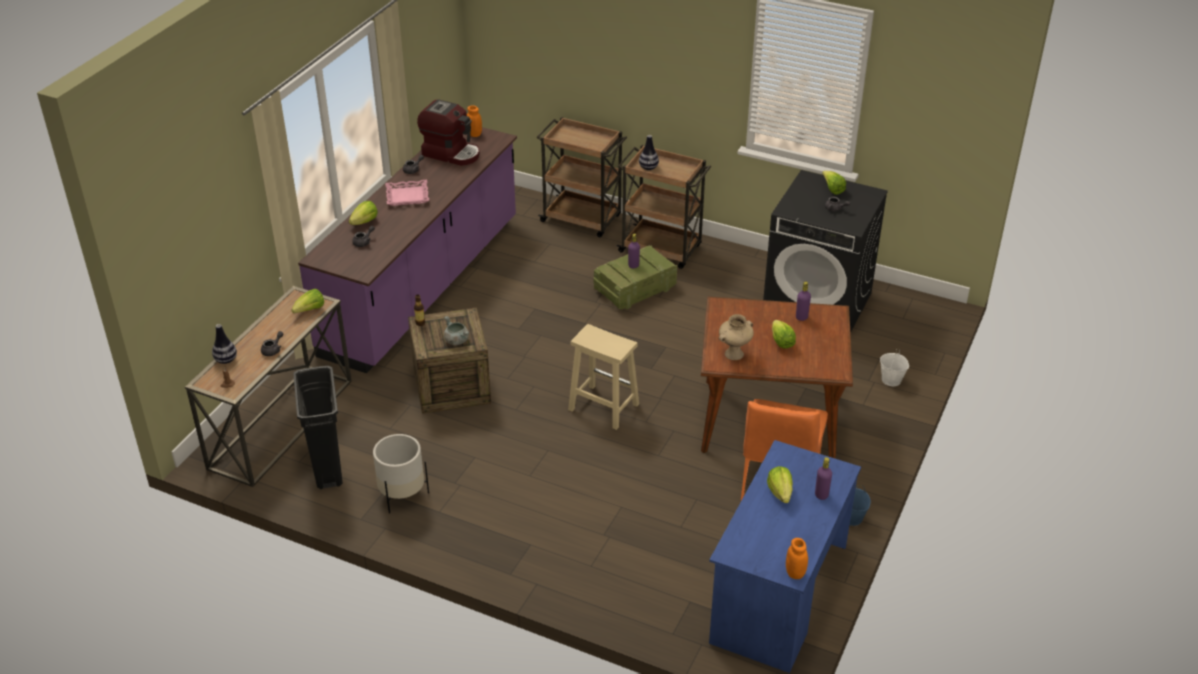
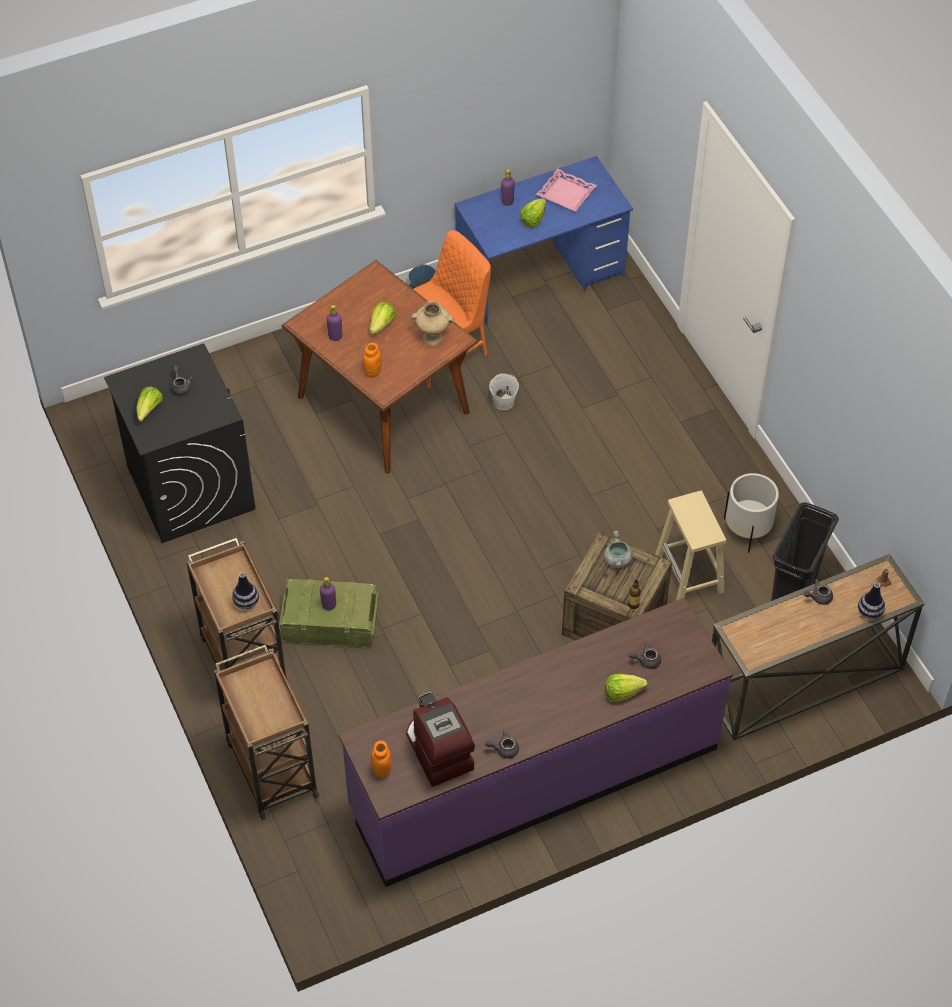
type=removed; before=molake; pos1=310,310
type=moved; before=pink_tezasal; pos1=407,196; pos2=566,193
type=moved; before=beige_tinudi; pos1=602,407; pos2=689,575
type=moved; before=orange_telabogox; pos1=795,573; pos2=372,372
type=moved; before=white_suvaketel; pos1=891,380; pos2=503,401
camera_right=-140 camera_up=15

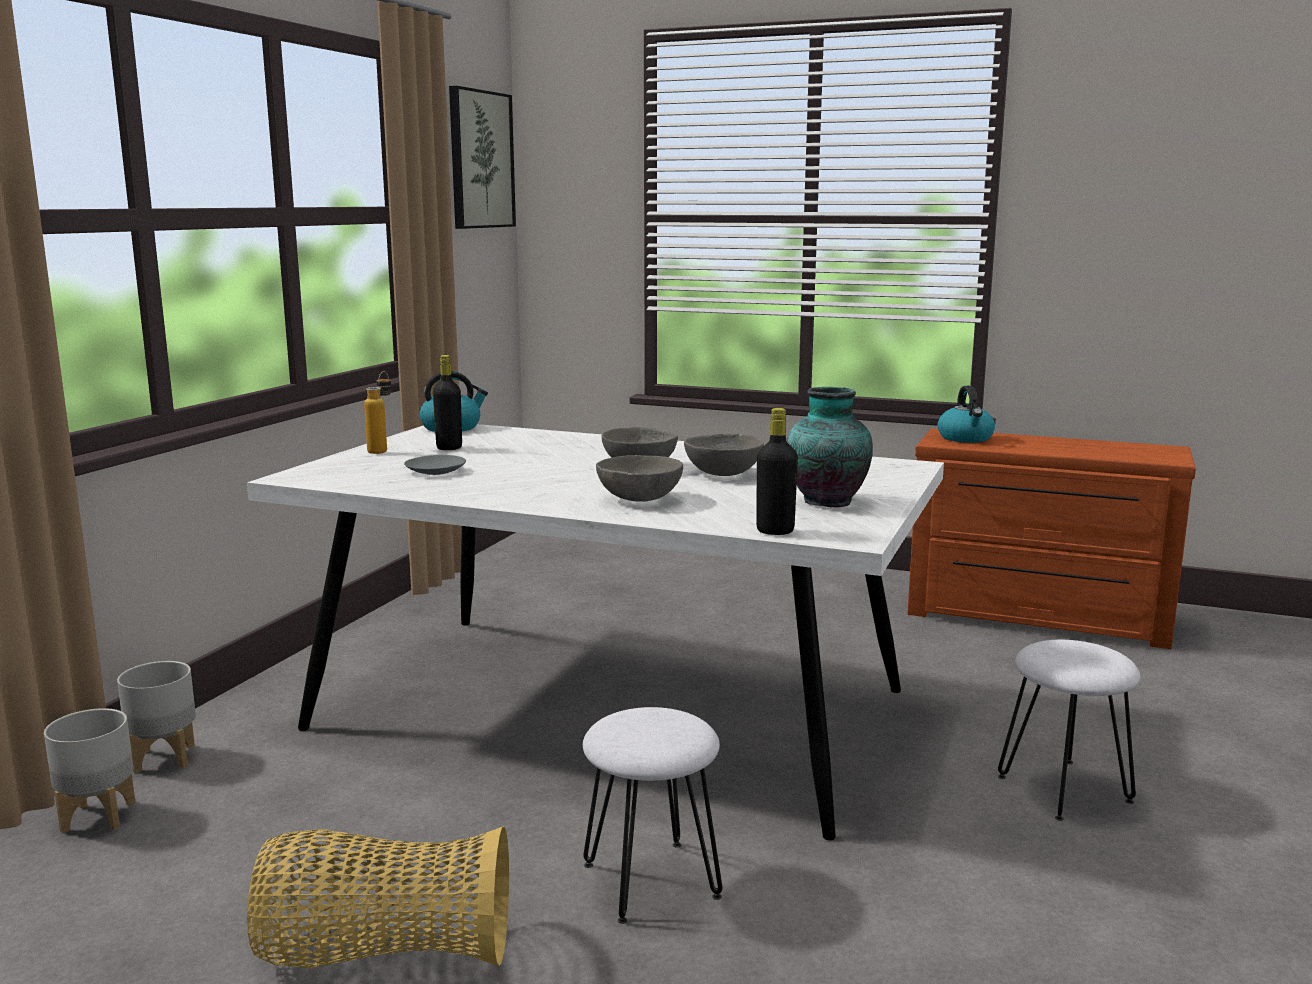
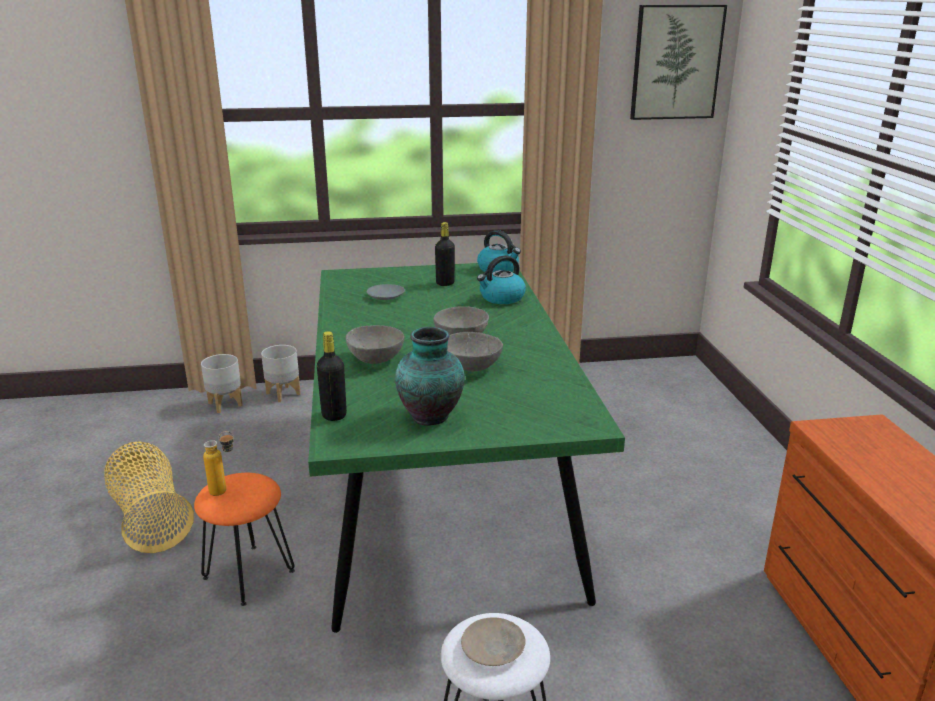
type=recoloured; before=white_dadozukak; after=green_dadozukak; pos1=613,709; pos2=442,490
type=moved; before=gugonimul; pos1=382,450; pos2=225,491
type=recoloured; before=white_tinudi; after=orange_tinudi; pos1=649,881; pos2=248,574
type=moved; before=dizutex; pos1=966,438; pos2=501,298
type=added; after=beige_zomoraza; pos2=494,648
camera_right=60 camera_up=10

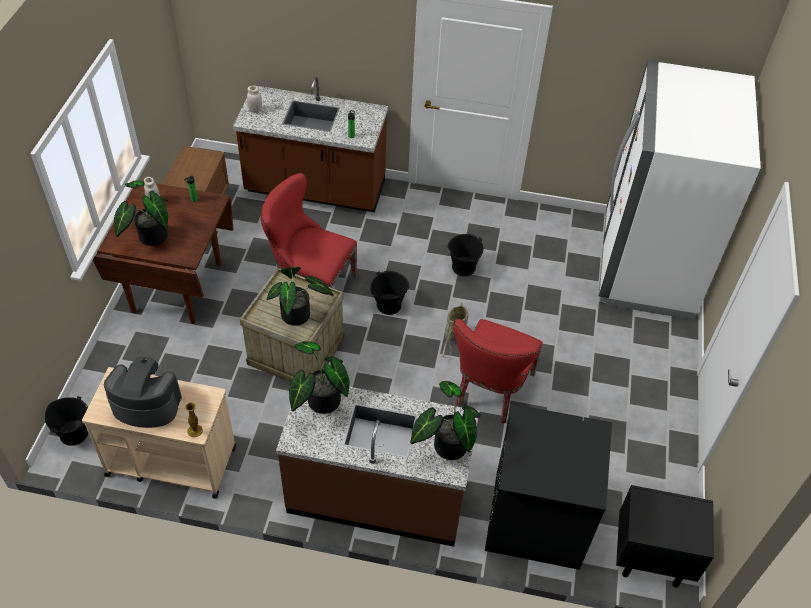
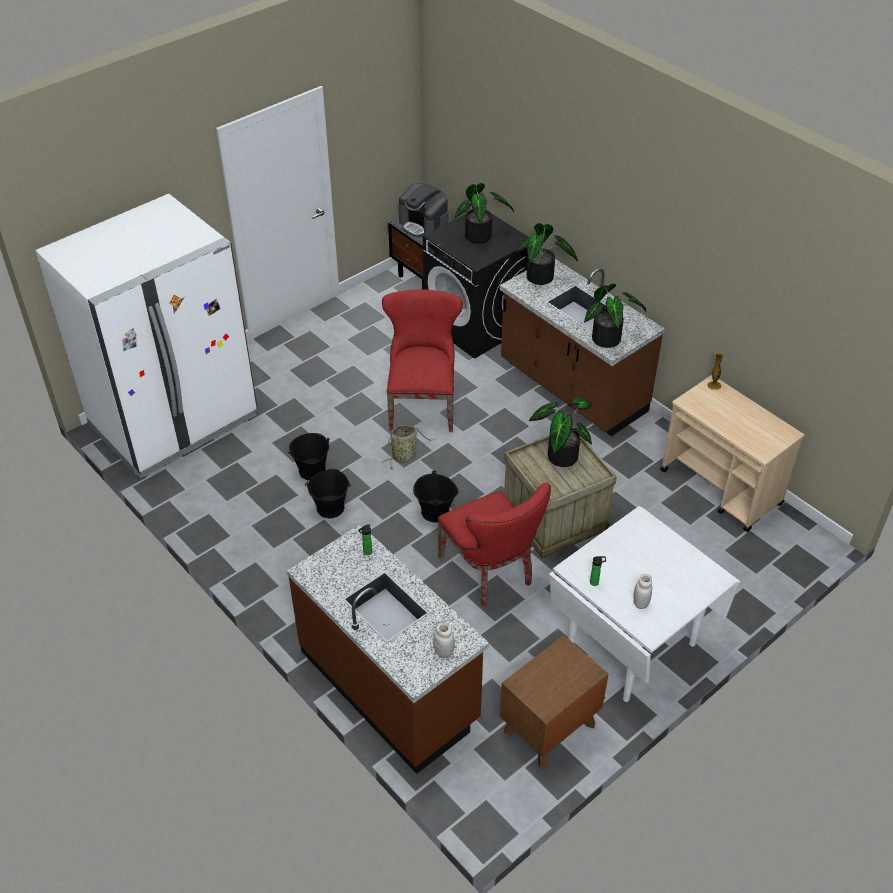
type=moved; before=black_suvaketel; pos1=74,433; pos2=311,470
type=recoloured; before=brown_dadozukak; after=white_dadozukak; pos1=178,287; pos2=630,646
type=moved; before=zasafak; pos1=146,404; pos2=424,225
type=moved; before=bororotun; pos1=149,237; pos2=481,237
type=turned; before=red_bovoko; pos1=490,392; pos2=422,404; turn=-60
camera_right=-140 camera_up=-5

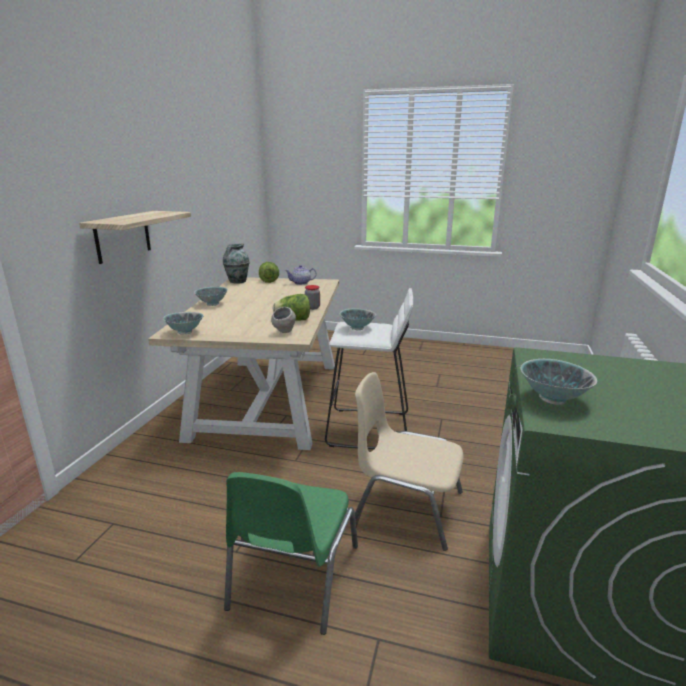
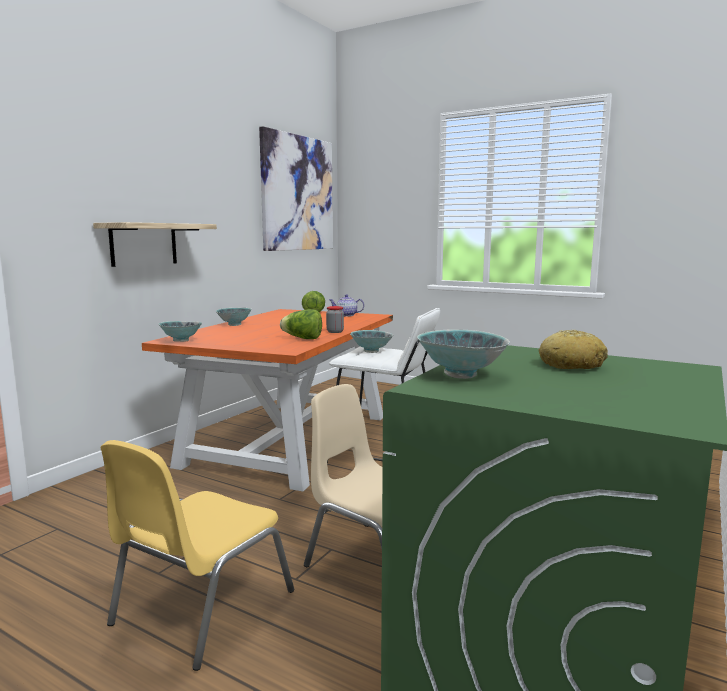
type=recoloured; before=beige_dadozukak; after=orange_dadozukak; pos1=268,398; pos2=289,440
type=removed; before=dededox; pos1=237,281
type=recoloured; before=green_bovoko; after=yellow_bovoko; pos1=292,577; pos2=200,608
type=removed; before=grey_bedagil; pos1=284,332
type=added; after=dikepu; pos2=297,193
type=added; after=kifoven; pos2=571,365
camera_right=15 camera_up=-10

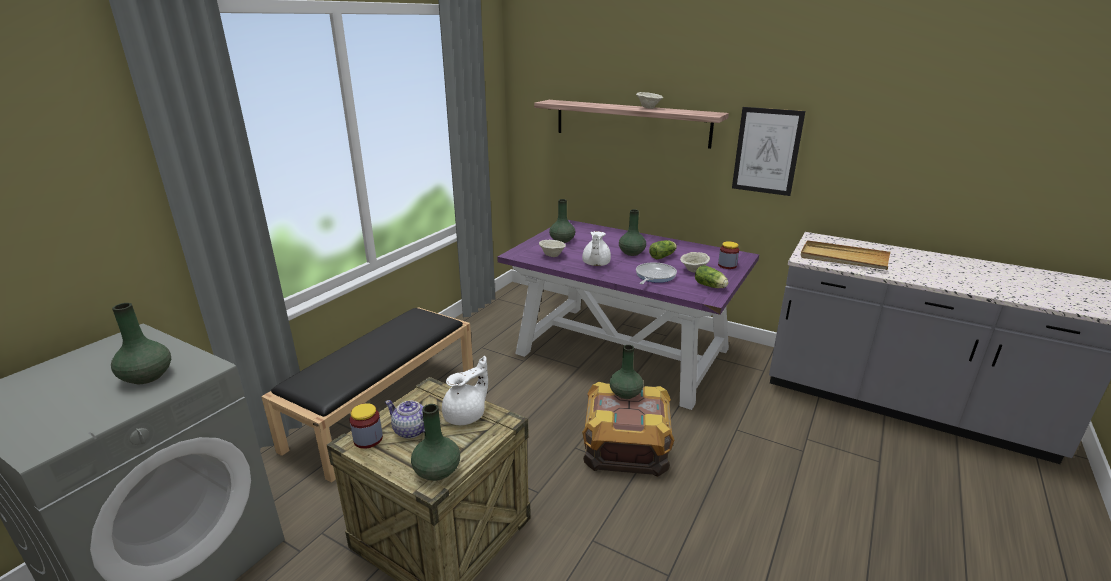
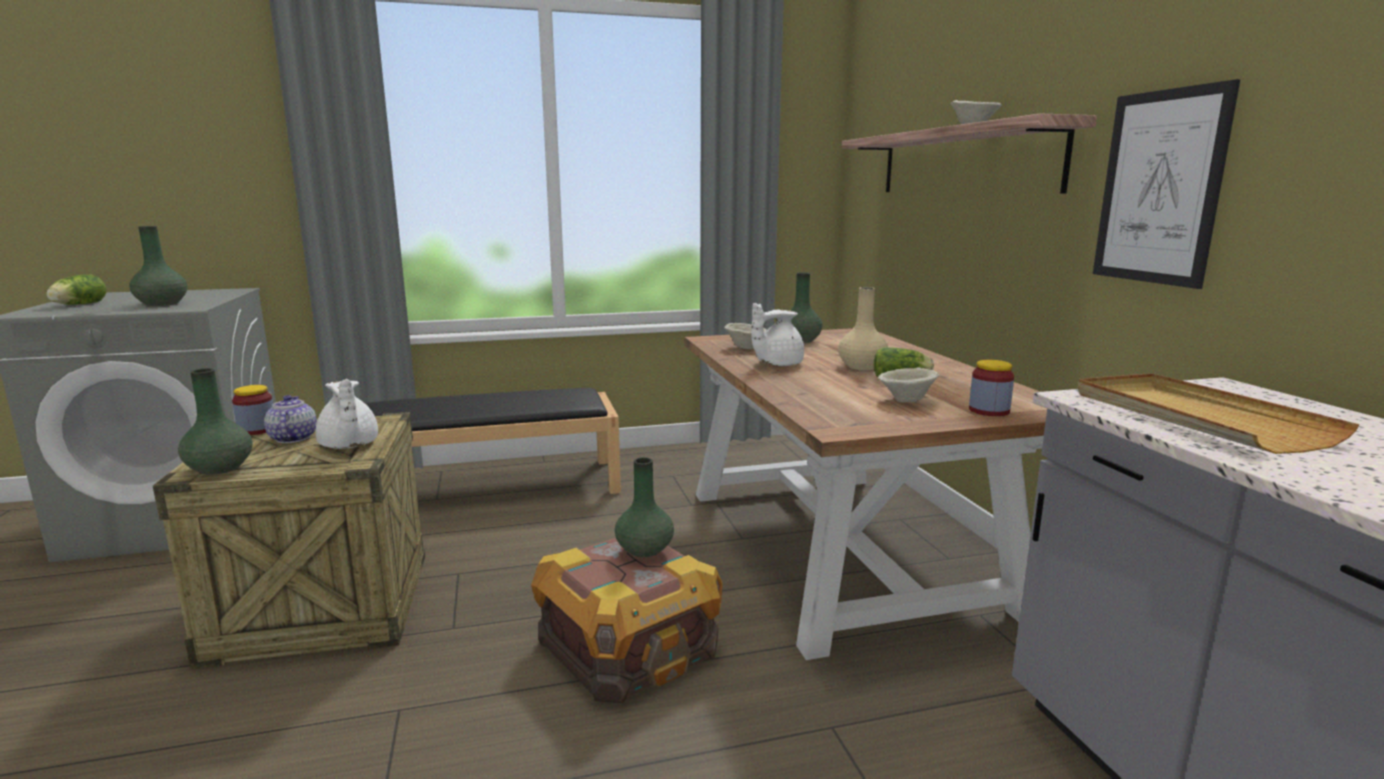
type=turned; before=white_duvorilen; pos1=466,415; pos2=348,446; turn=60
type=recoloured; before=purple_dadozukak; after=brown_dadozukak; pos1=621,351; pos2=837,546
type=recoloured; before=green_dededox; after=beige_dededox; pos1=631,253; pos2=861,367
type=removed; before=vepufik; pos1=654,276
type=moved; before=molake; pos1=711,286; pos2=77,305
camera_right=45 camera_up=-10

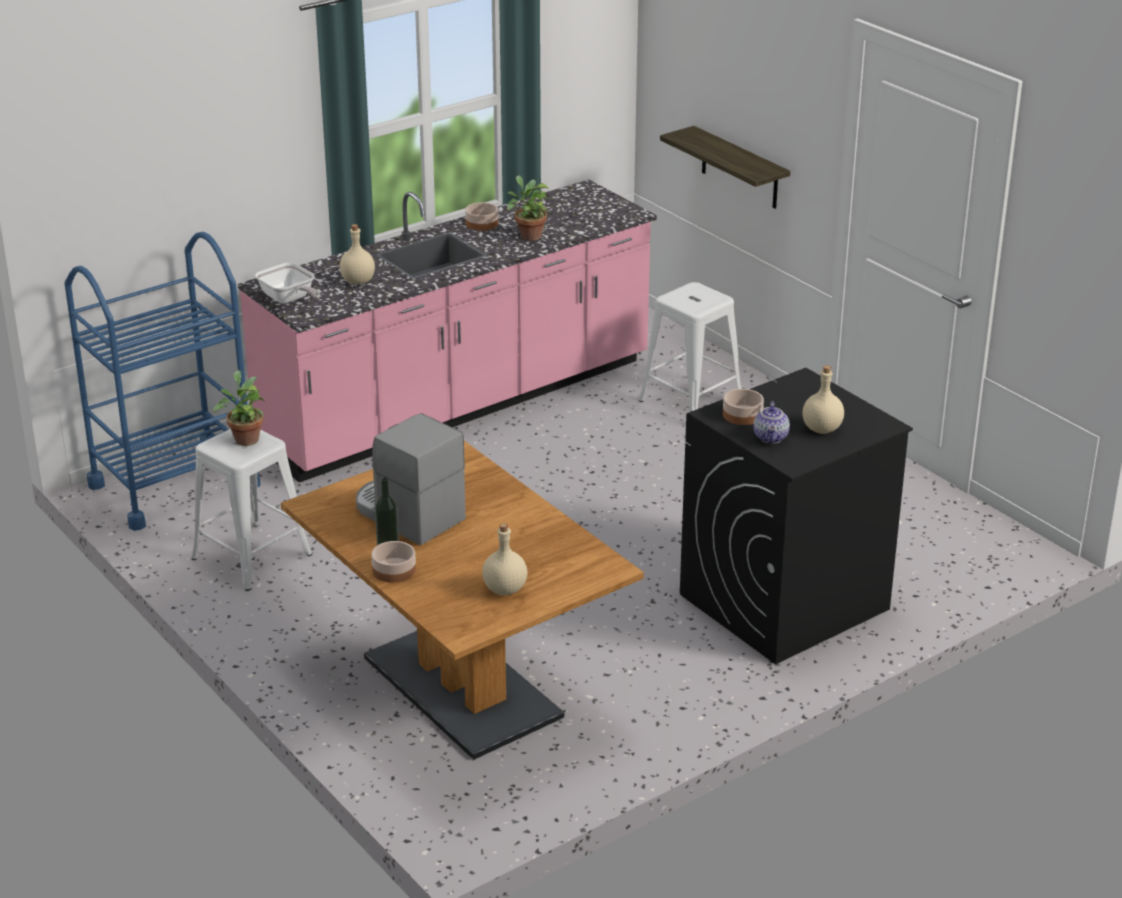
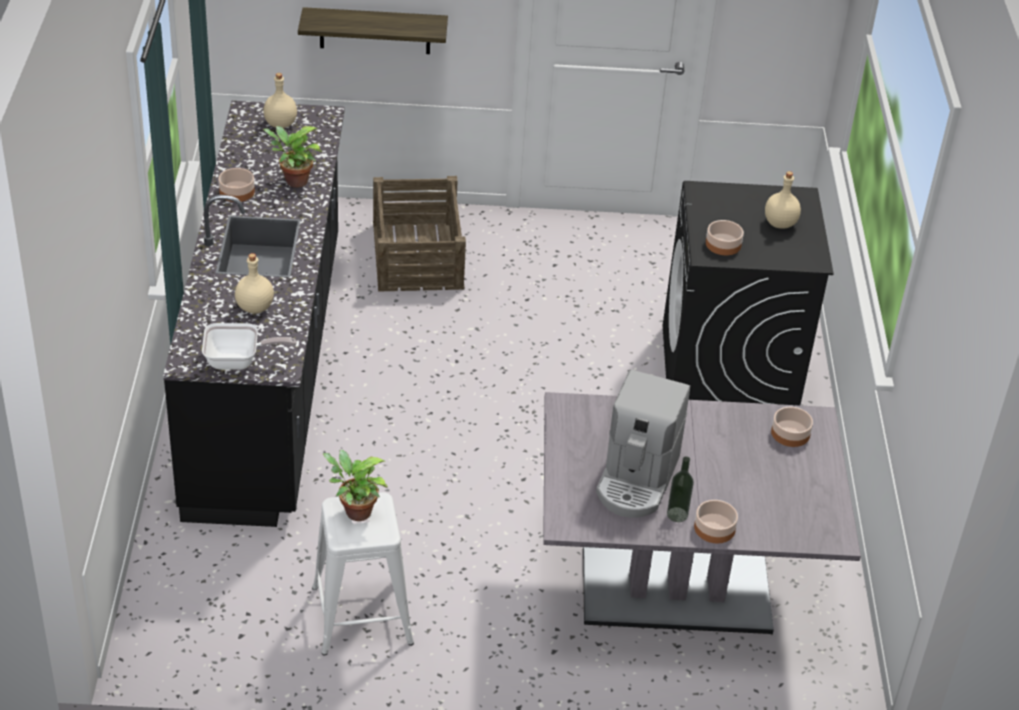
type=removed; before=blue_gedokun; pos1=174,485
type=recoloured; before=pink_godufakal; after=black_godufakal; pos1=459,406; pos2=269,372
type=recoloured; before=brown_dadozukak; after=grey_dadozukak; pos1=462,687; pos2=675,590
type=turned; before=zasafak; pos1=407,514; pos2=637,479; turn=-60
type=moved; before=beige_gugonimul; pos1=504,589; pos2=280,124
type=replaced; before=white_tinudi; after=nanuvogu; pos1=691,401; pos2=416,256
type=removed; before=duvorilen; pos1=771,438
type=added; after=bedagil; pos2=790,434
camera_right=-55 camera_up=10

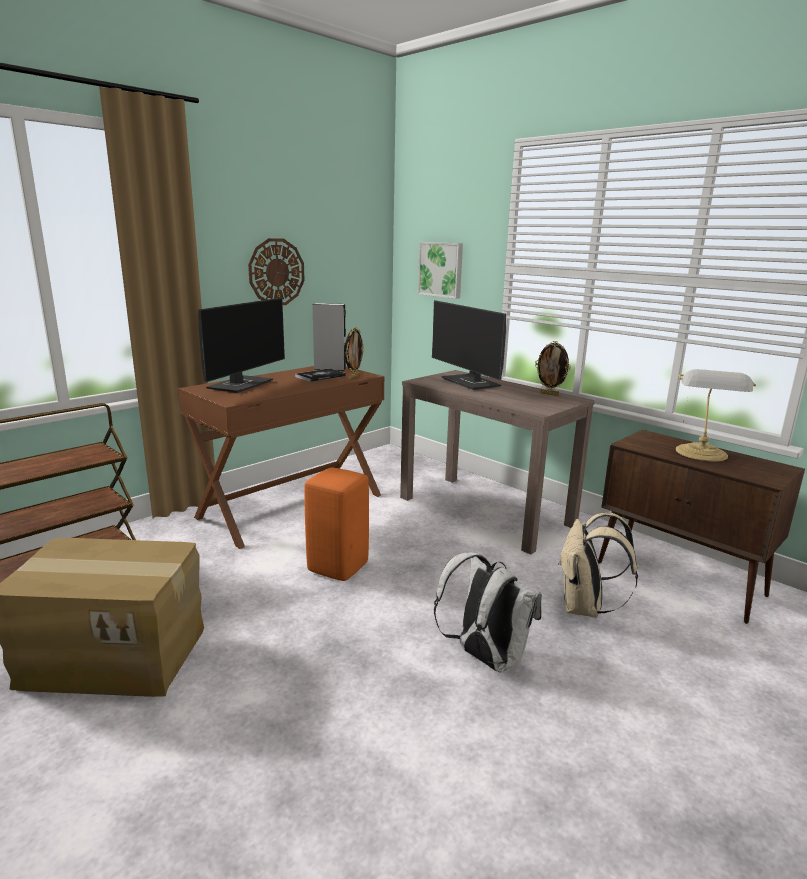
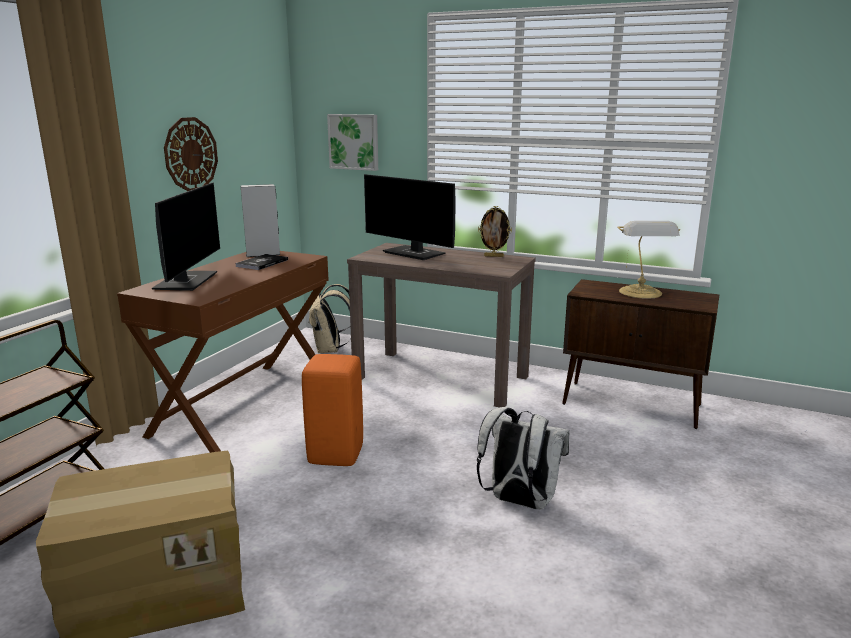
type=removed; before=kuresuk; pos1=354,377
type=moved; before=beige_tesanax; pos1=585,608; pos2=330,350
camera_right=-20 camera_up=0

